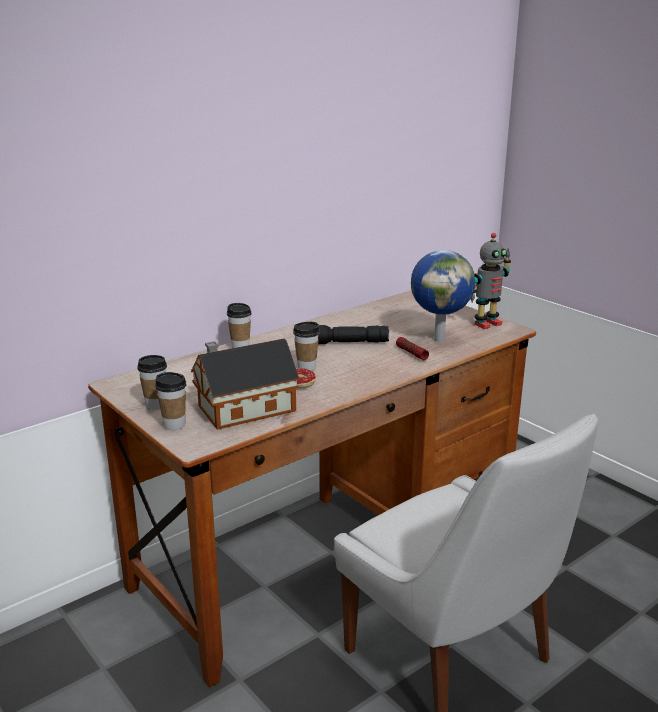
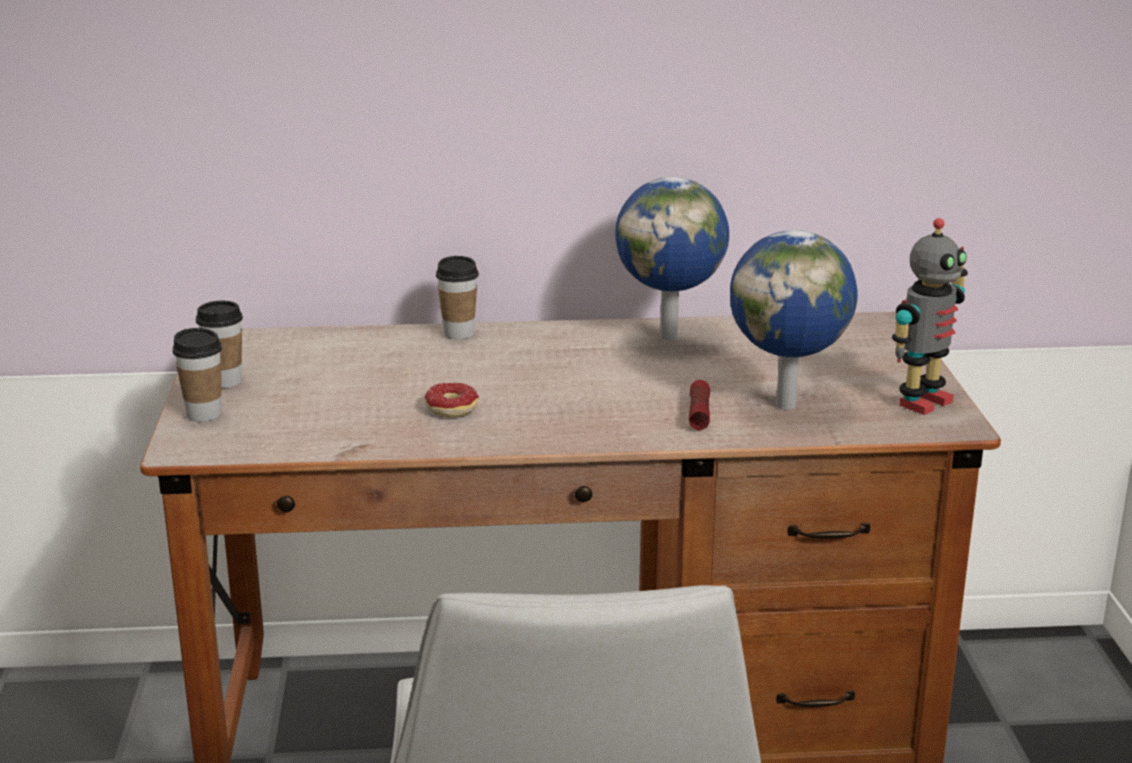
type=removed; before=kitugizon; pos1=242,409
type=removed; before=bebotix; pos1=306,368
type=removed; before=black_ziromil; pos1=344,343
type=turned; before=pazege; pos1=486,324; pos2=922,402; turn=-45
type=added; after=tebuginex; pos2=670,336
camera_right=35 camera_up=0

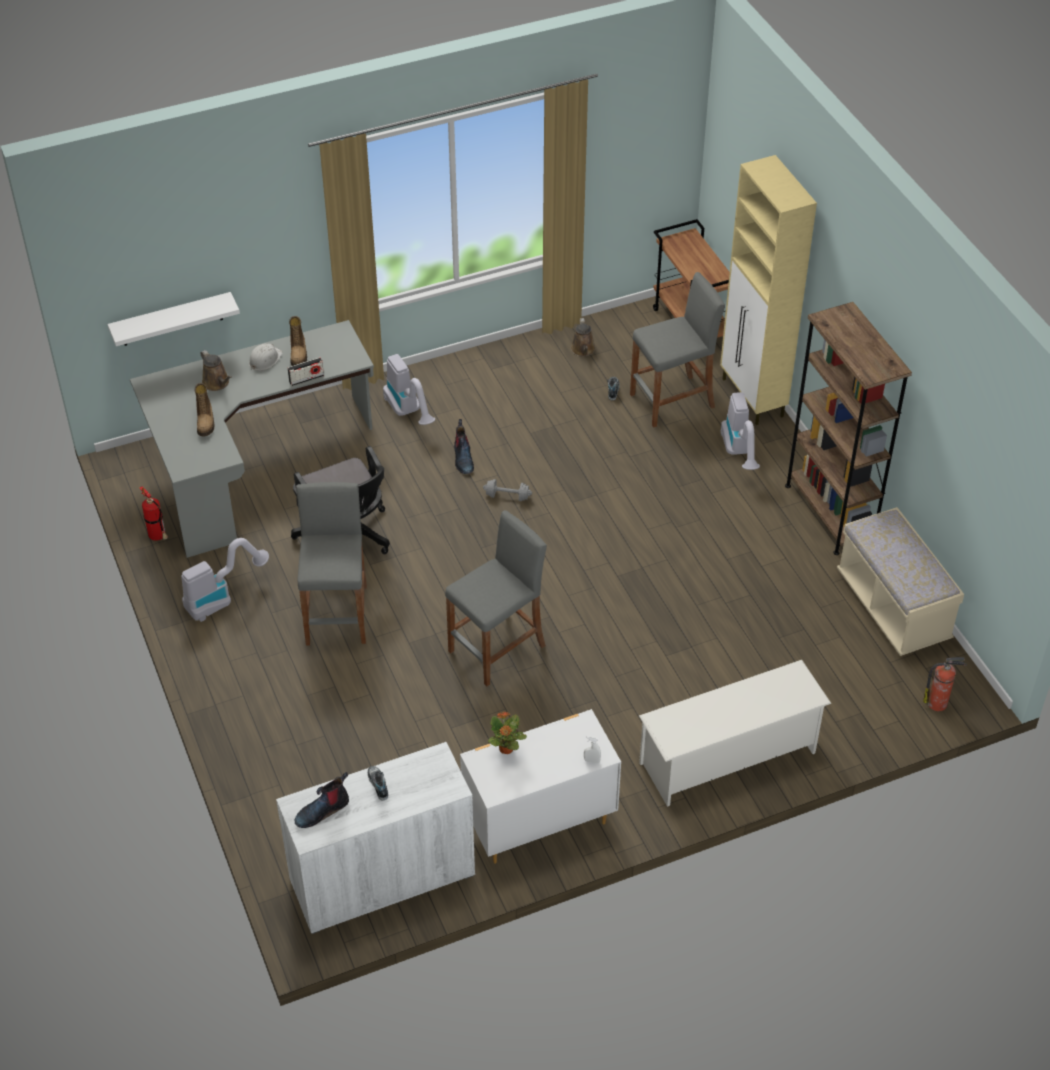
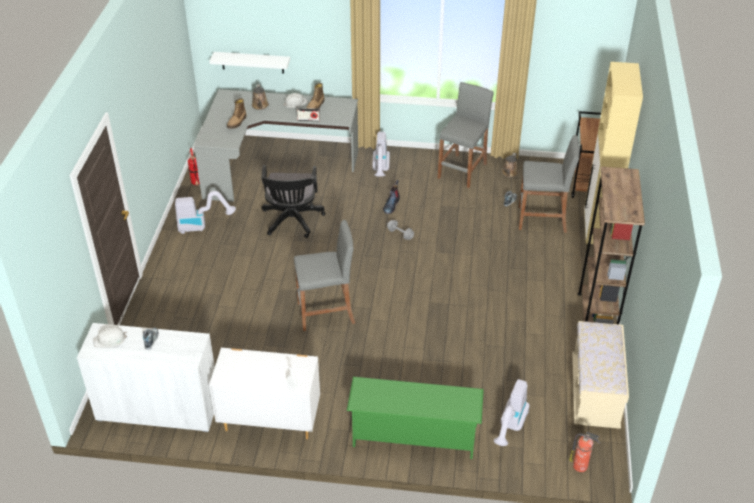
type=replaced; before=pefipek; after=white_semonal; pos1=322,810; pos2=110,340
type=moved; before=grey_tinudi; pos1=337,614; pos2=462,171
type=removed; before=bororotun; pos1=506,749
type=recoloured; before=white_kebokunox; after=green_kebokunox; pos1=728,758; pos2=414,436
type=moved; before=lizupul; pos1=740,453; pos2=510,427
camera_right=30 camera_up=-5

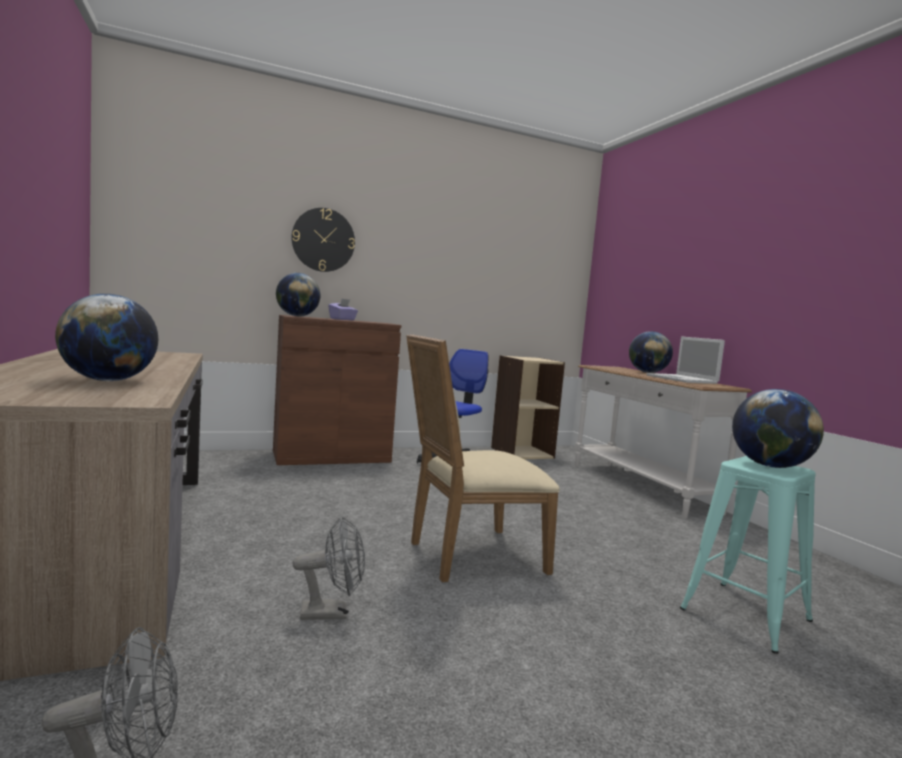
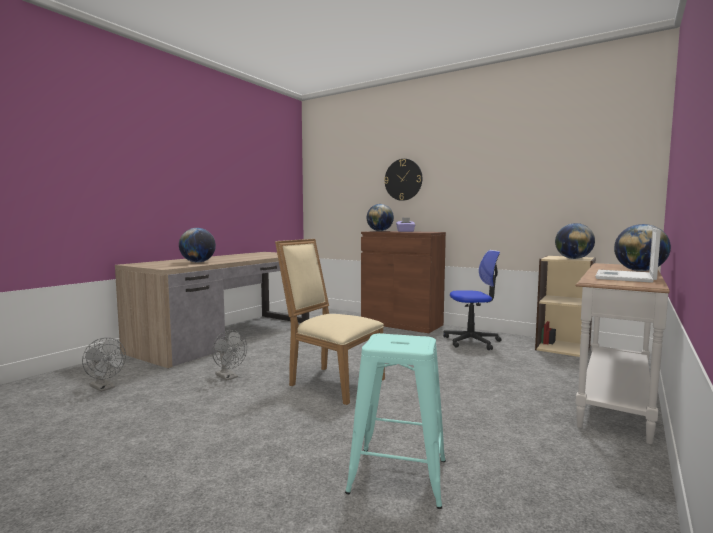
type=moved; before=tebuginex; pos1=770,466; pos2=573,258
camera_right=55 camera_up=0

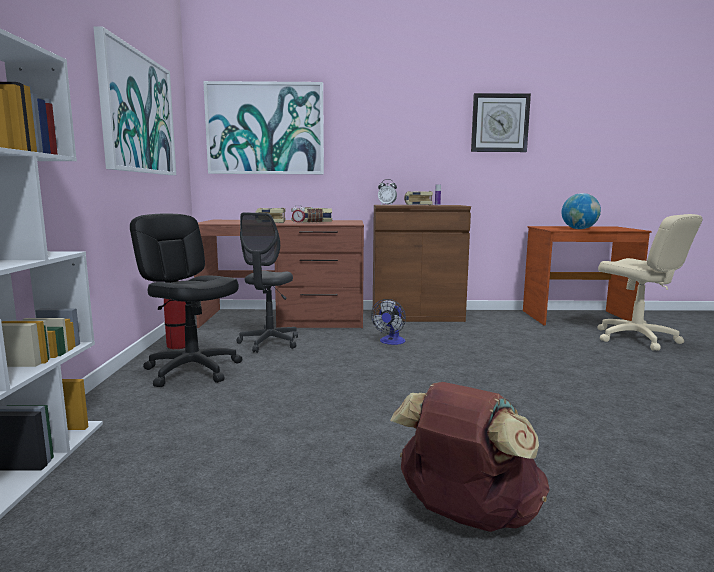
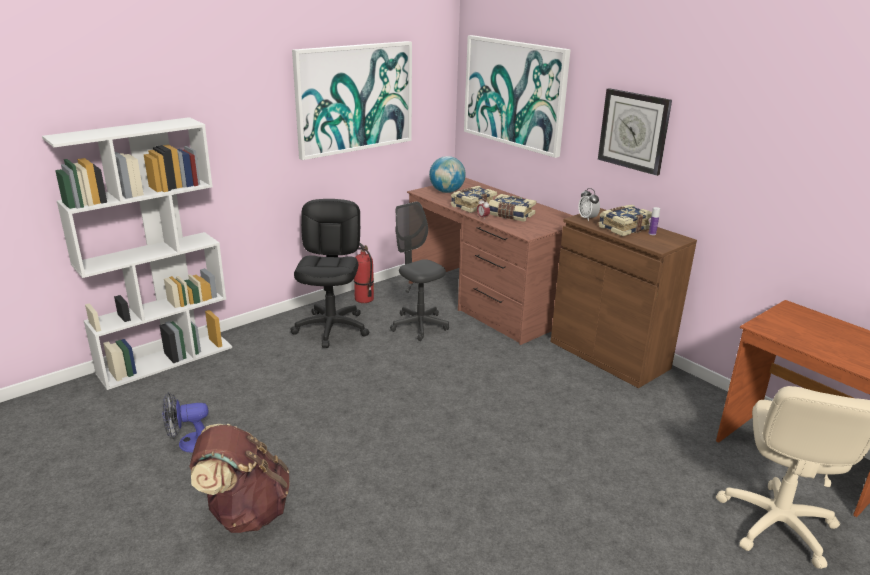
type=turned; before=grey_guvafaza; pos1=269,343; pos2=419,326; turn=75
type=moved; before=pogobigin; pos1=391,342; pos2=189,443
type=moved; before=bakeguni; pos1=499,123; pos2=634,131
type=moved; before=tebuginex; pos1=579,229; pos2=446,192
camera_right=50 camera_up=15

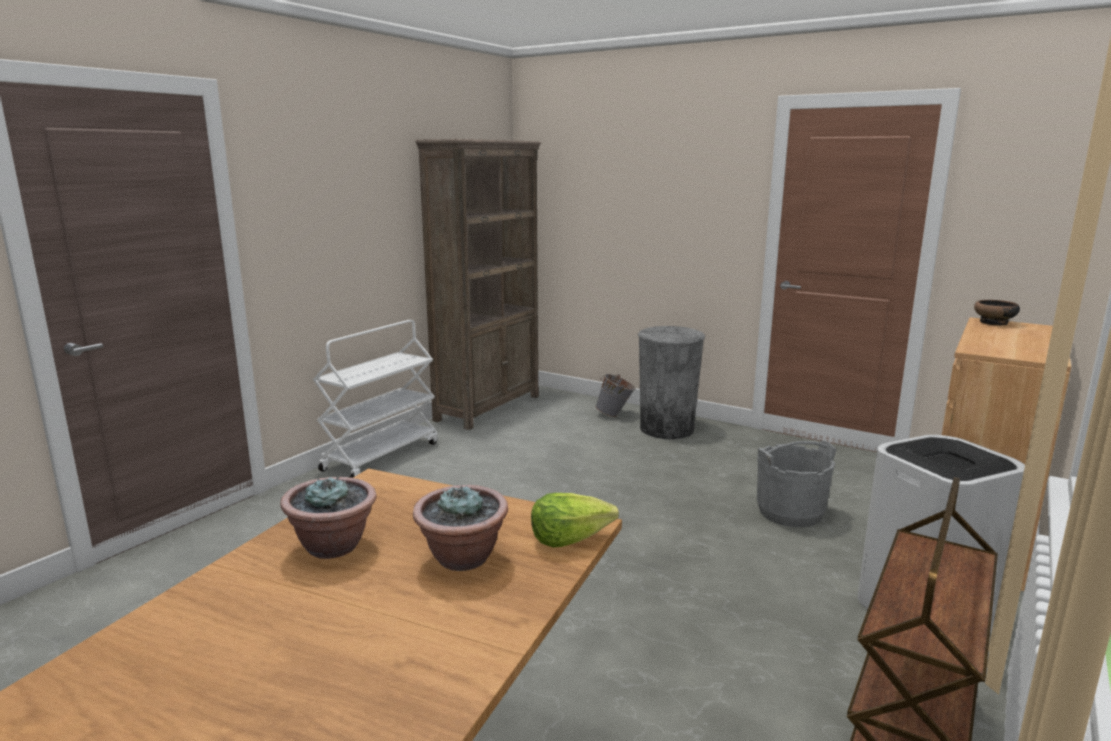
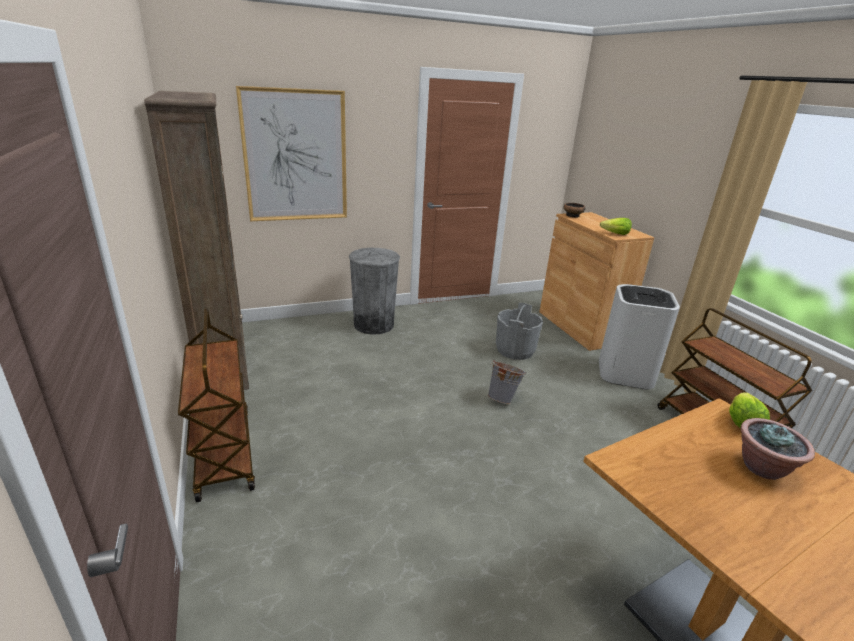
type=removed; before=bororotun; pos1=334,546
type=recoloured; before=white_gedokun; after=brown_gedokun; pos1=381,456; pos2=223,452
type=moved; before=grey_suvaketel; pos1=615,415; pos2=503,398
type=added; after=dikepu; pos2=295,157
type=added; after=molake; pos2=615,234
camera_right=-55 camera_up=10

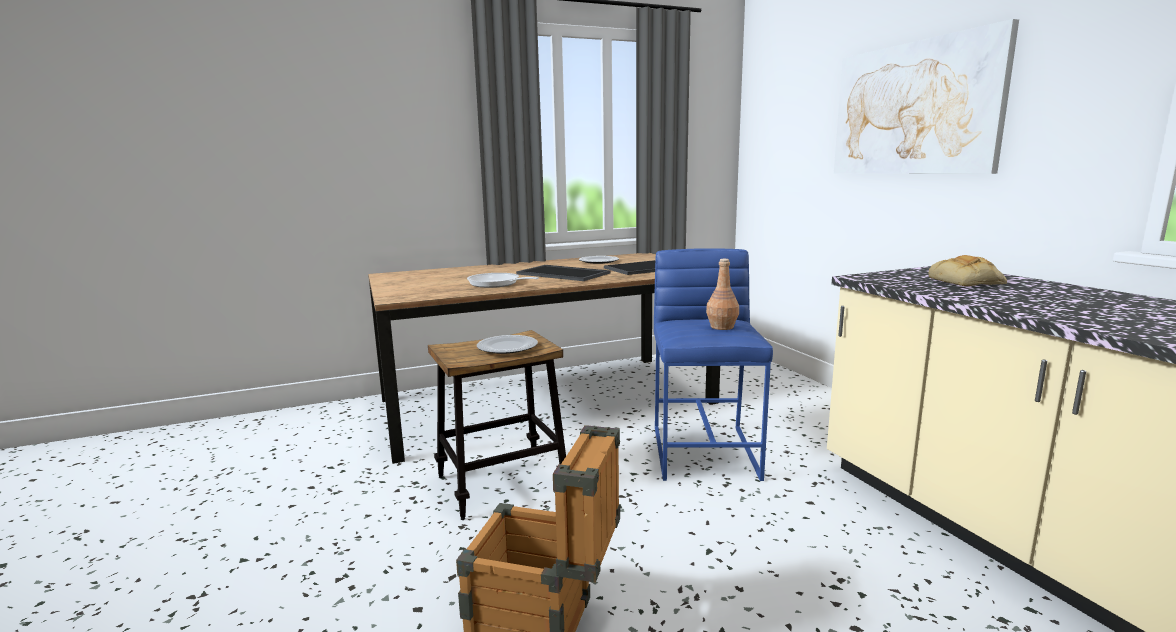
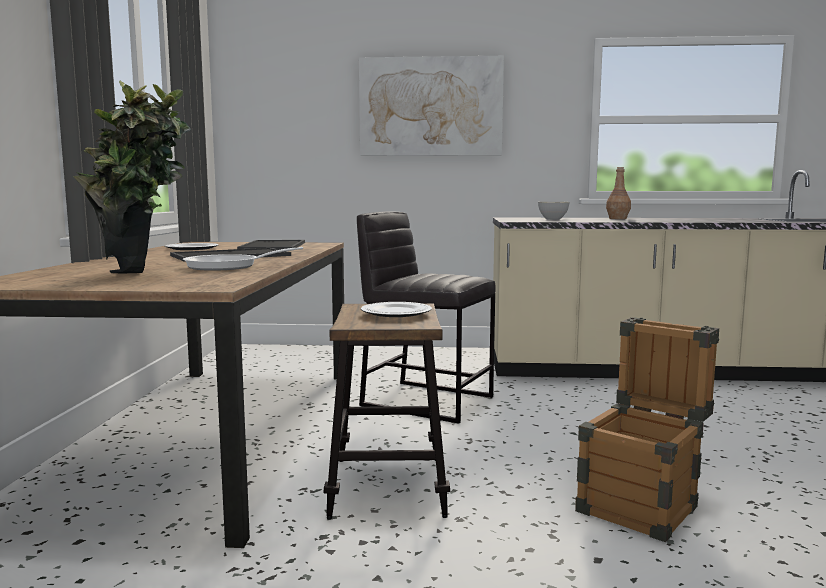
type=recoloured; before=blue_tinudi; after=grey_tinudi; pos1=705,451; pos2=427,400
type=moved; before=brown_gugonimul; pos1=722,327; pos2=618,218
type=replaced; before=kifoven; after=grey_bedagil; pos1=967,282; pos2=553,219
type=added; after=bororotun; pos2=142,277
camera_right=-65 camera_up=-5

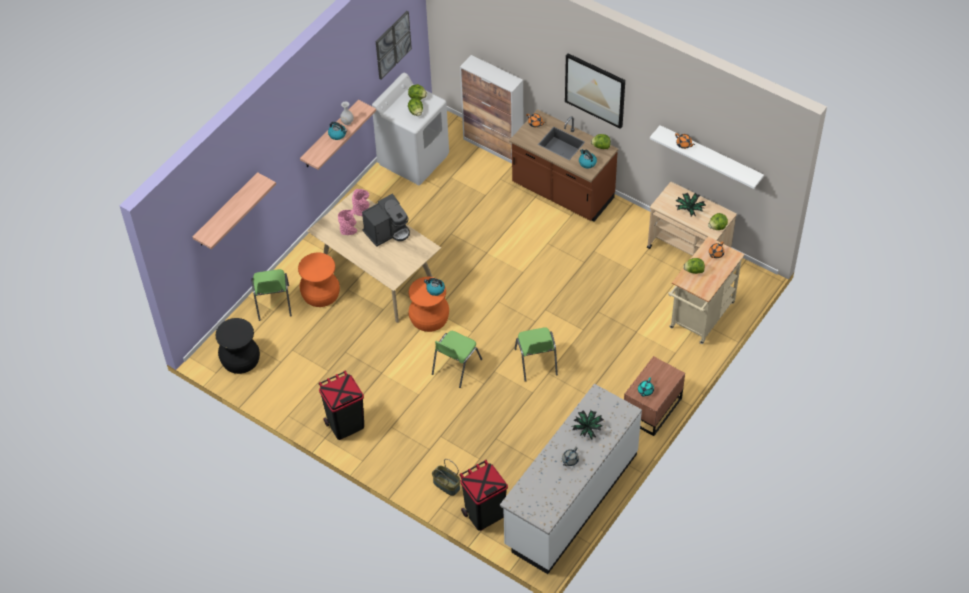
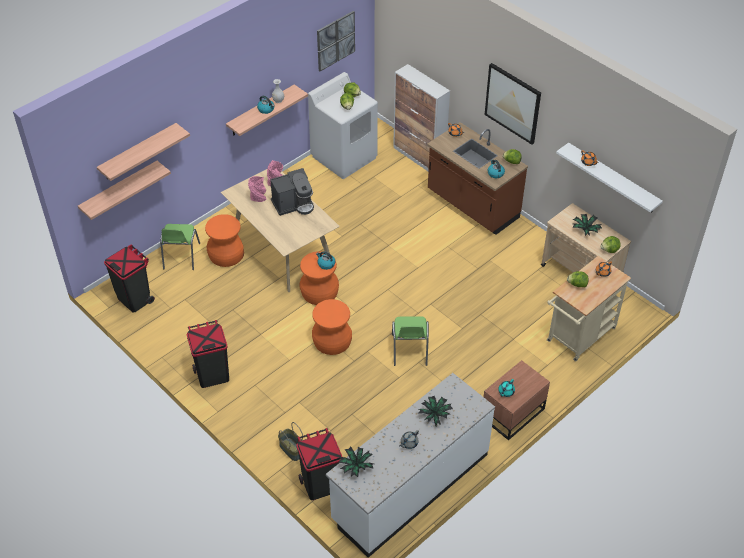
type=replaced; before=black_tinudi; after=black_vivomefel; pos1=240,359; pos2=134,299
type=replaced; before=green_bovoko; after=orange_tinudi; pos1=455,367; pos2=331,341
type=added; after=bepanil; pos2=119,190
type=added; after=bororotun; pos2=356,466
camera_right=10 camera_up=-5

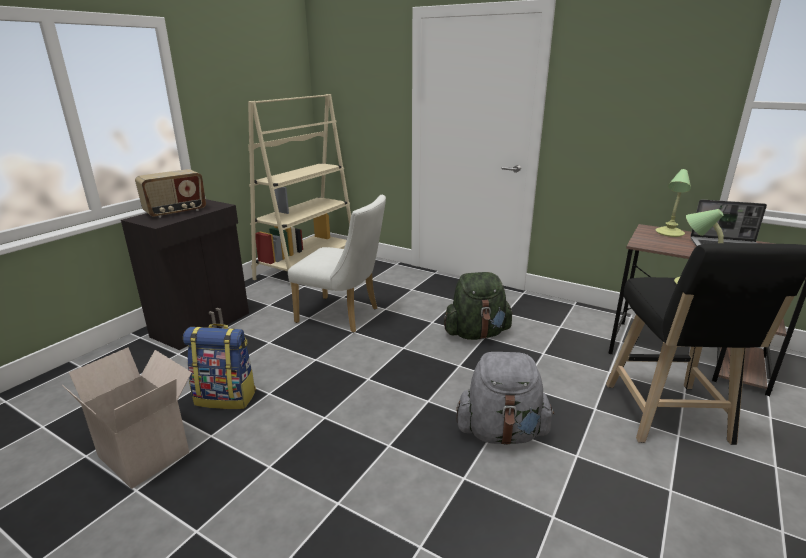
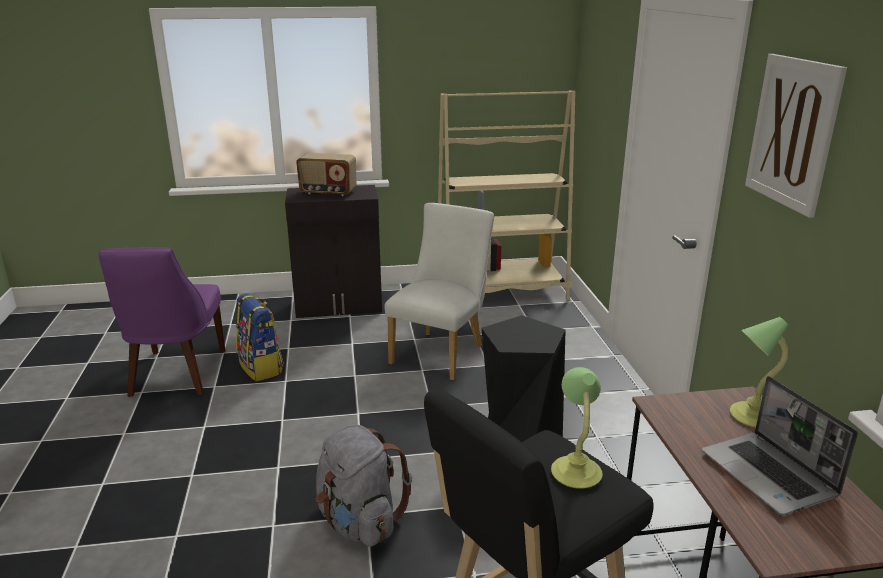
type=replaced; before=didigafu; after=purple_bovoko; pos1=147,453; pos2=176,375
type=turned; before=white_bovoko; pos1=343,316; pos2=441,352; turn=-135
type=replaced; before=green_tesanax; after=black_tinudi; pos1=476,334; pos2=519,436
type=added; after=dikepu; pos2=792,132
camera_right=50 camera_up=0

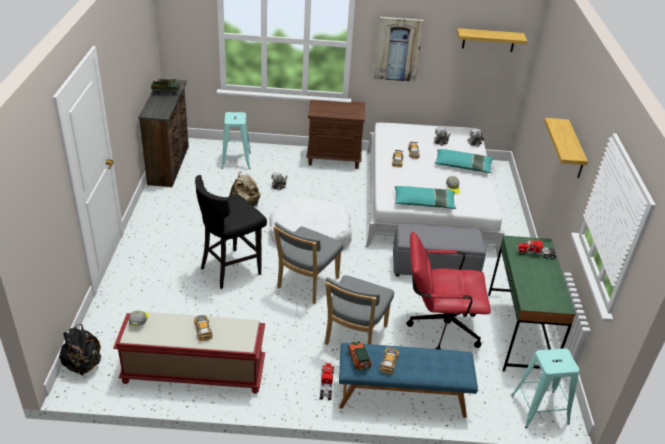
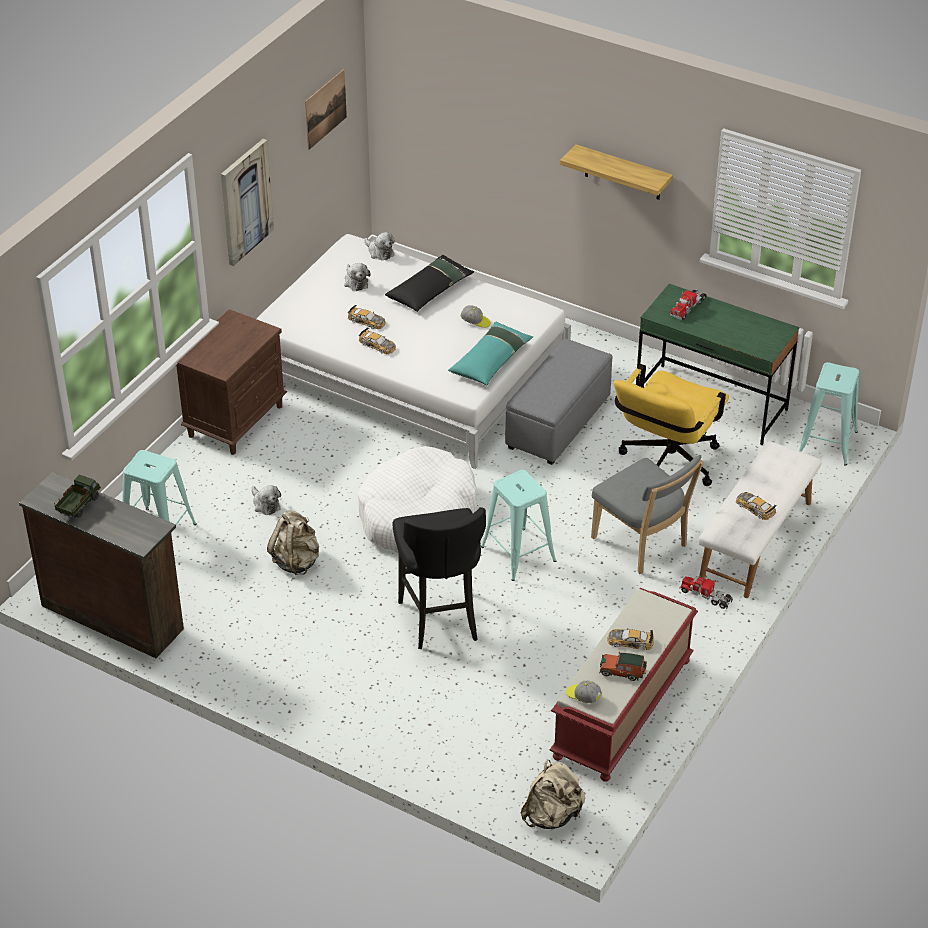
type=recoloured; before=black_tesanax; after=beige_tesanax; pos1=83,365; pos2=552,815
type=replaced; before=grey_bovoko; after=turquoise_tinudi; pos1=306,284; pos2=518,554
type=recoloured; before=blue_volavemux; after=white_volavemux; pos1=402,396; pos2=756,540
type=moved; before=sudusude; pos1=359,360; pos2=623,671
type=recoloured; before=red_guvafaza; after=yellow_guvafaza; pos1=438,327; pos2=665,466
type=recoloured; before=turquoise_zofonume; after=black_zofonume; pos1=463,166; pos2=430,290
type=replaced; before=bepanil; after=dikepu; pos1=488,40; pos2=325,109
camera_right=-60 camera_up=5

